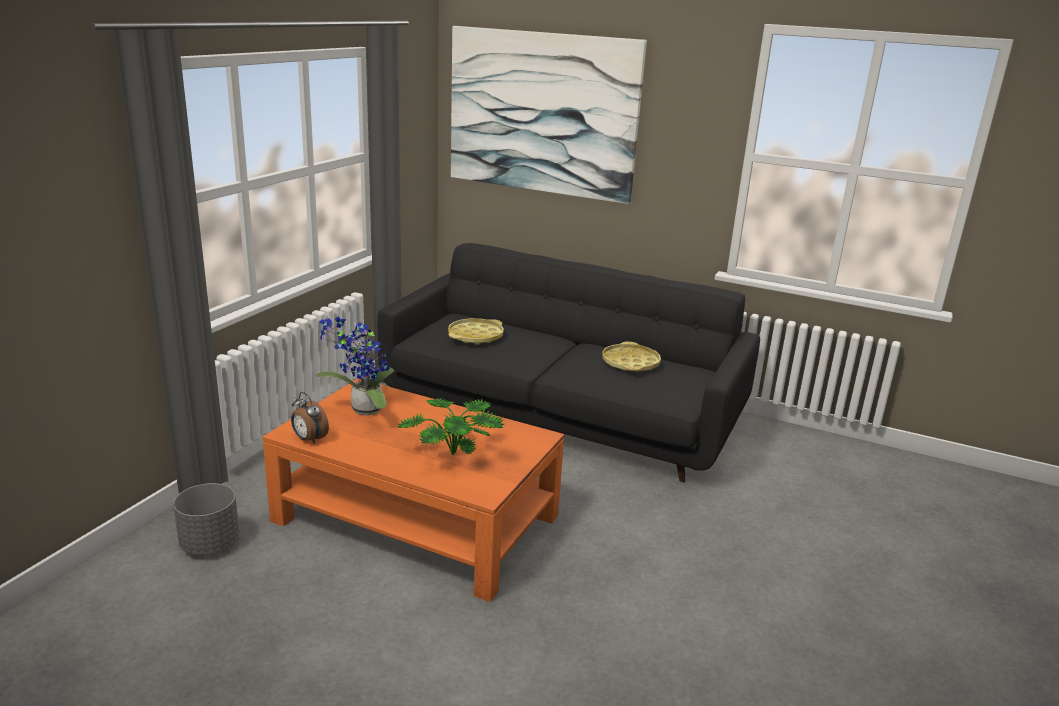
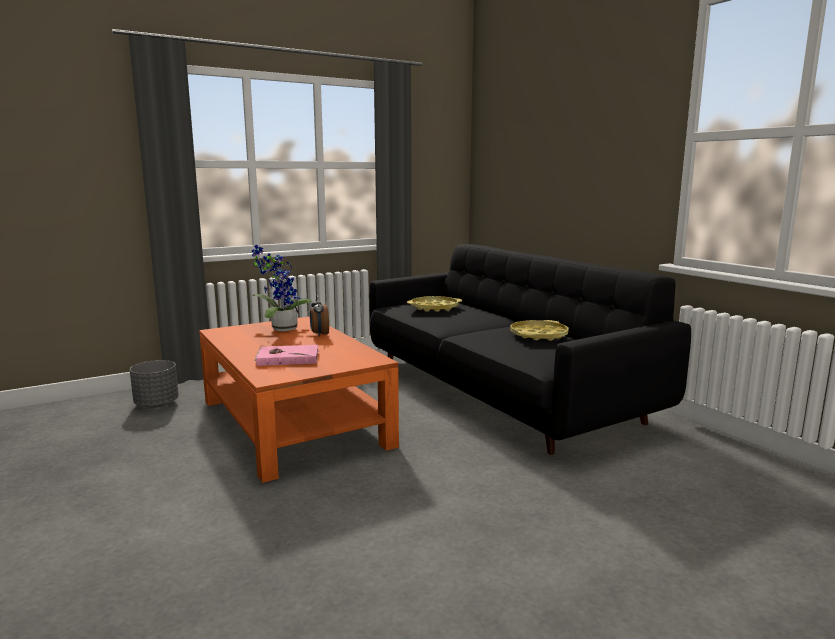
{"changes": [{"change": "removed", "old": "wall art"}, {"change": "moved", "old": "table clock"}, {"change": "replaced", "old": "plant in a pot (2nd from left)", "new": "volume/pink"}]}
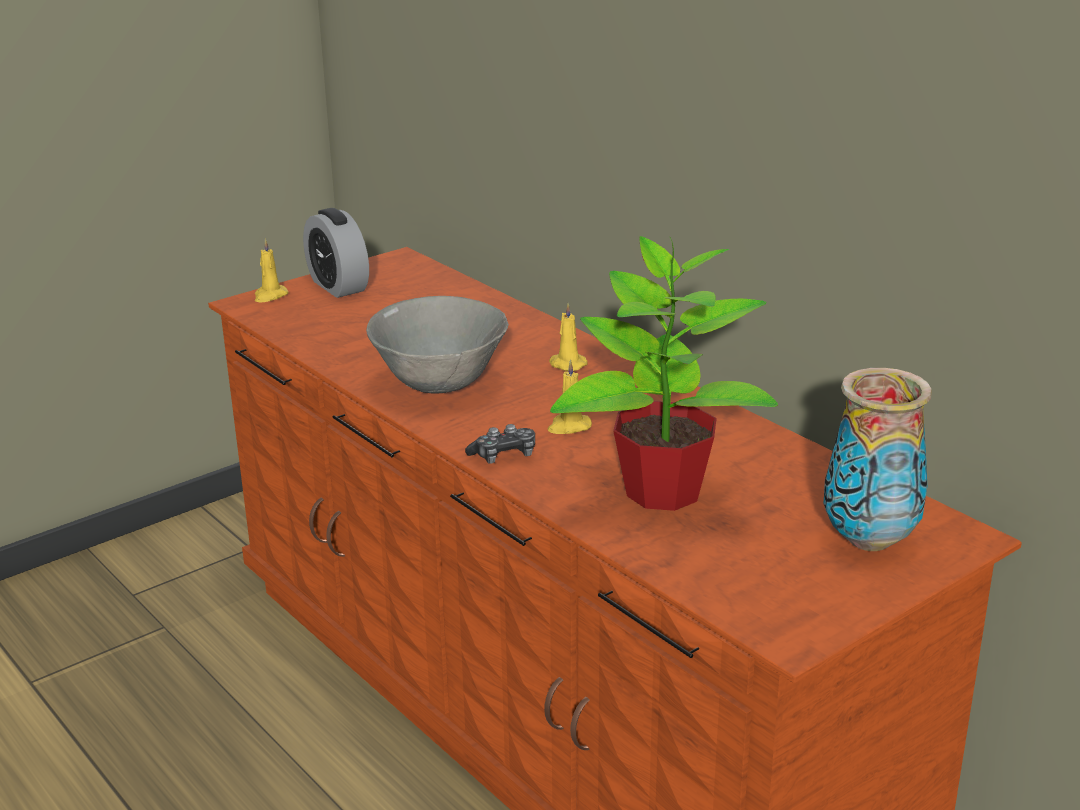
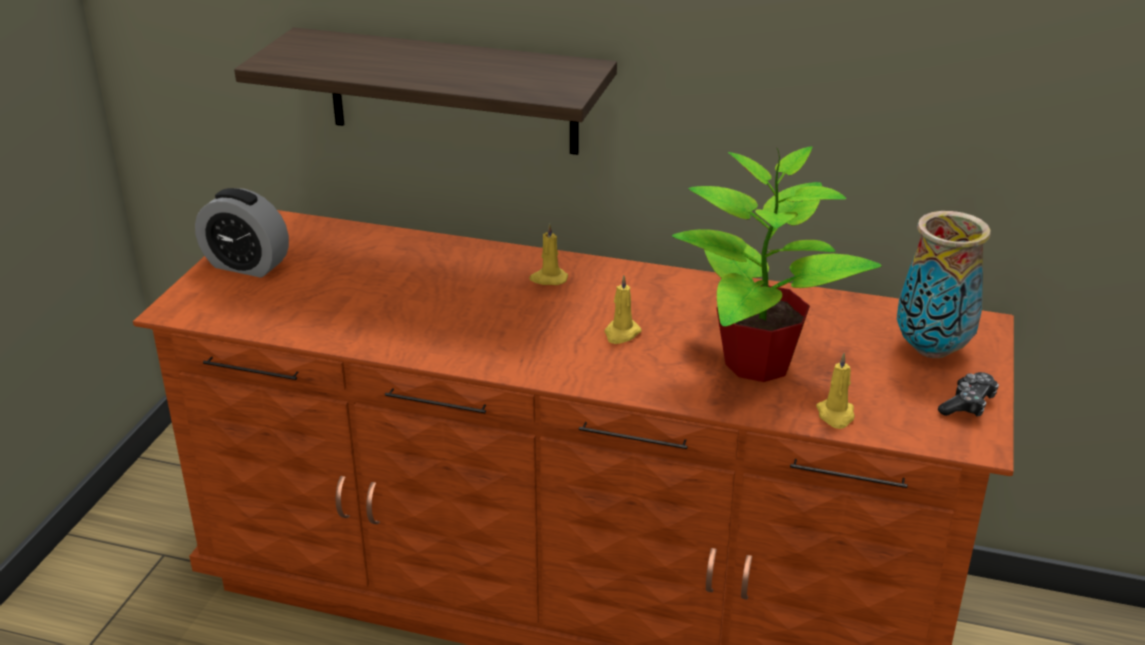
{"changes": [{"change": "removed", "old": "bowl/greyish"}, {"change": "added", "new": "bracket shelf"}, {"change": "moved", "old": "wax light/yellow (1st from left in the first image)", "new": "wax light/yellow (3rd from left)"}, {"change": "moved", "old": "joypad"}]}
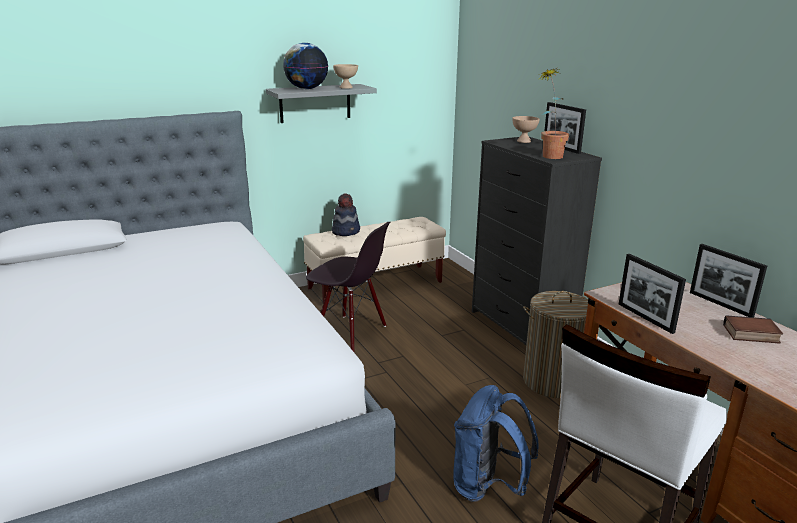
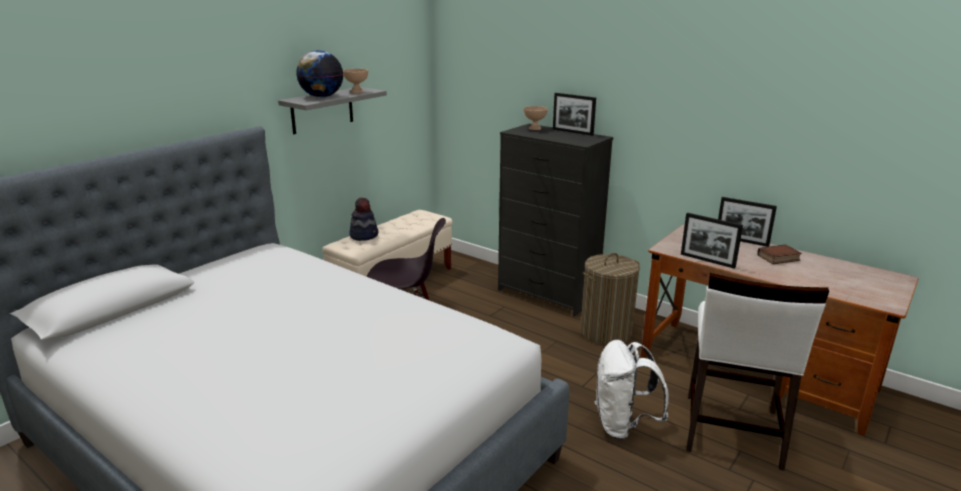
{"changes": [{"change": "removed", "old": "plant in a pot"}, {"change": "recoloured", "old": "knapsack/bluish", "new": "knapsack/white-coloured"}]}
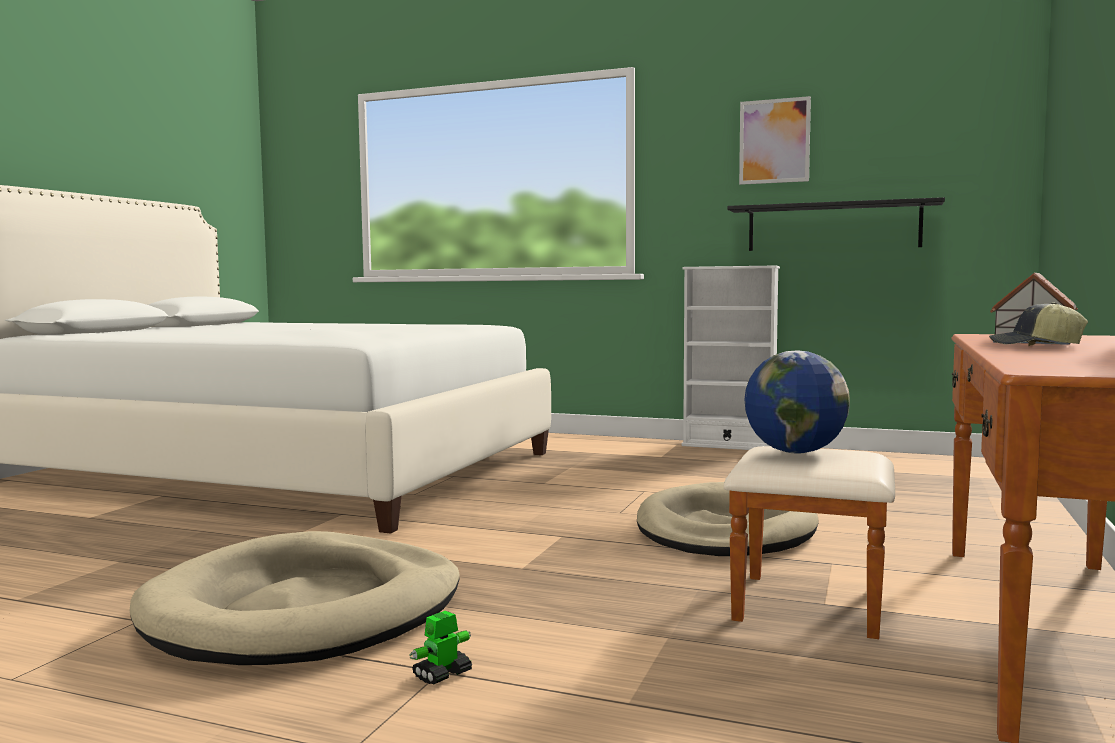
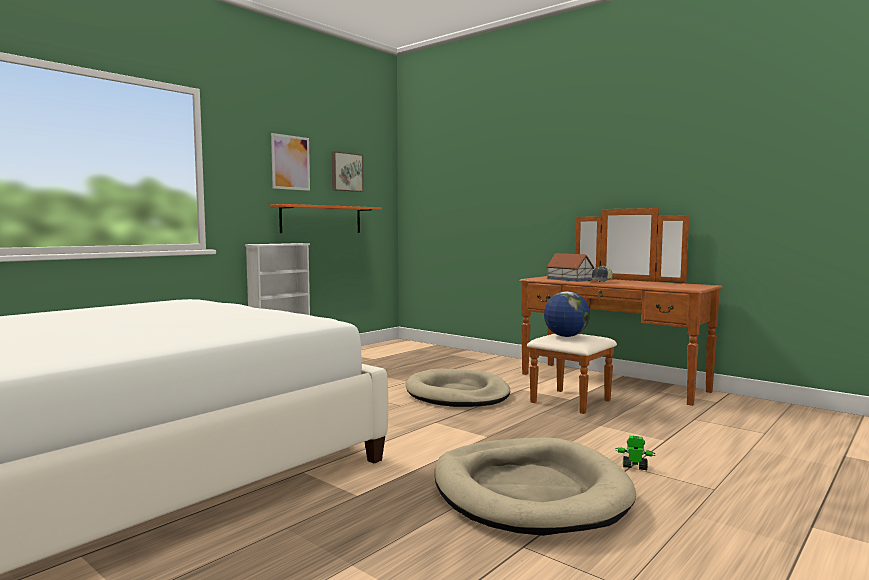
{"changes": [{"change": "added", "new": "wall art (2nd from left)"}, {"change": "recoloured", "old": "bracket shelf/black-coloured", "new": "bracket shelf/orange-coloured"}, {"change": "turned", "old": "robot figure", "degrees": 135}]}
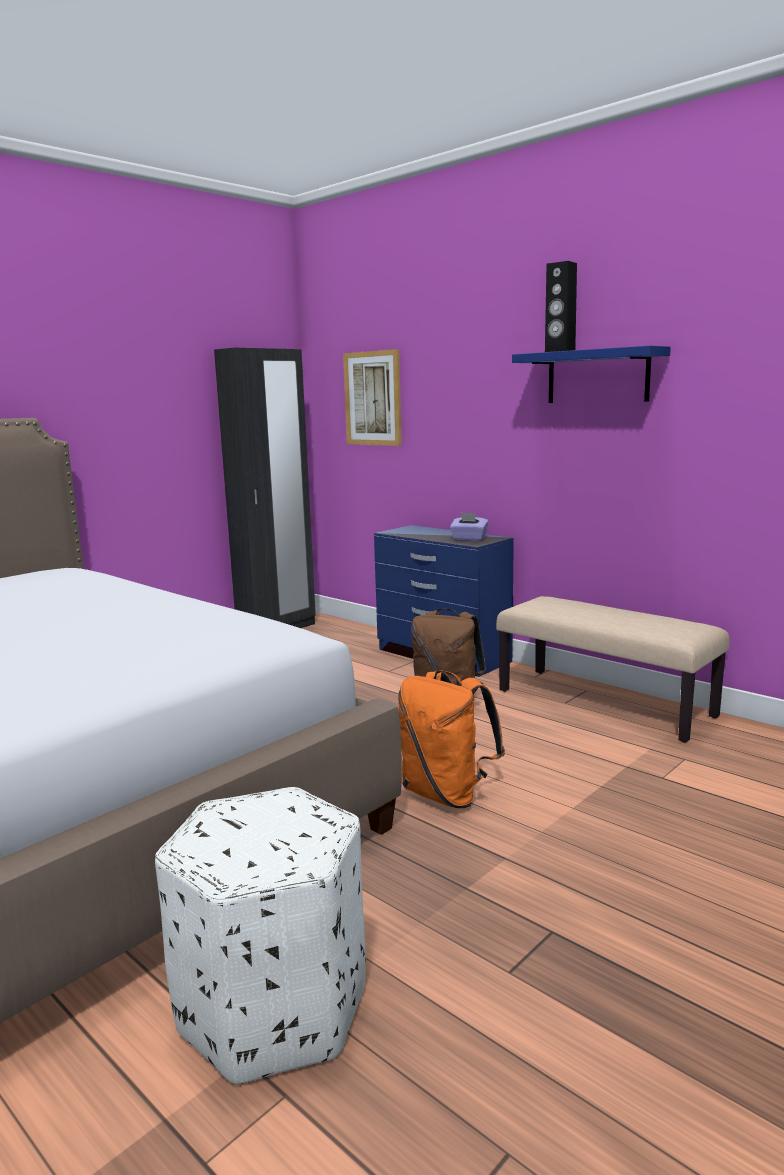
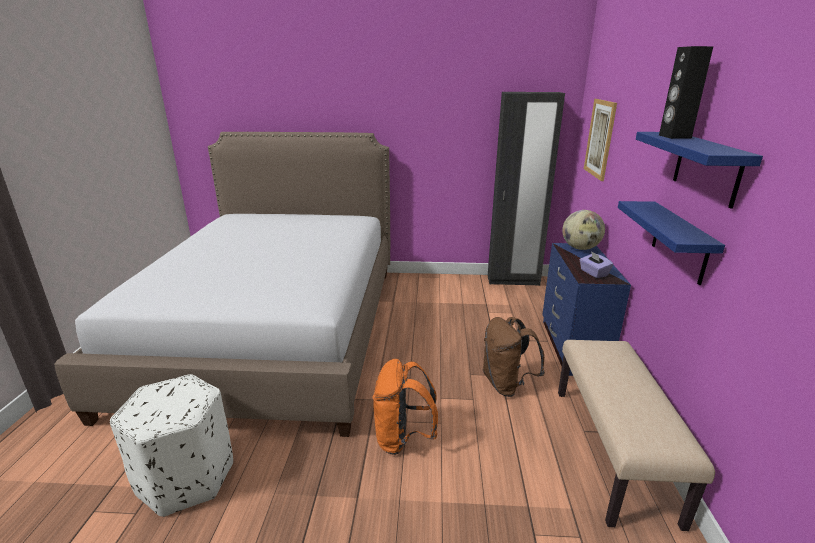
{"changes": [{"change": "added", "new": "world globe"}, {"change": "added", "new": "bracket shelf/bluish (1st from left)"}]}
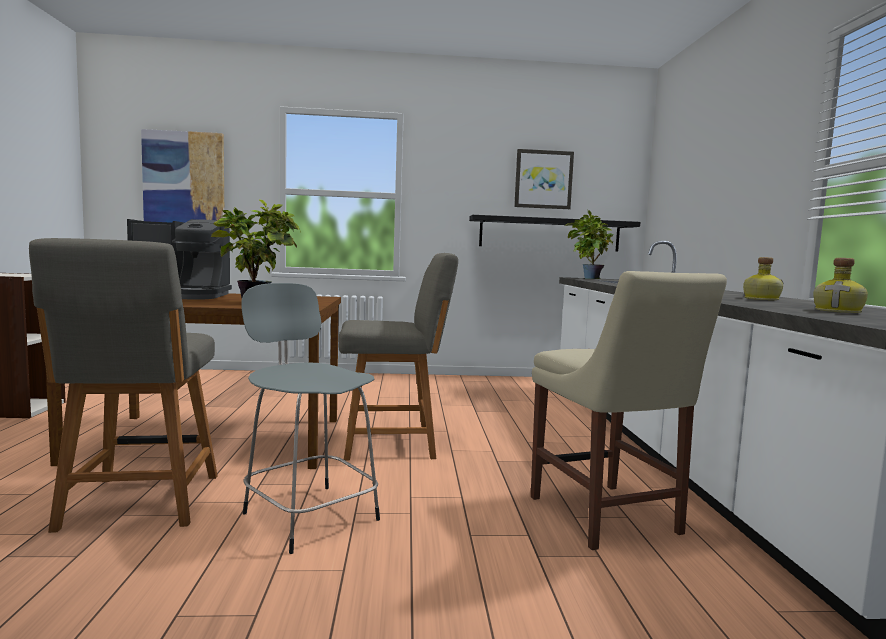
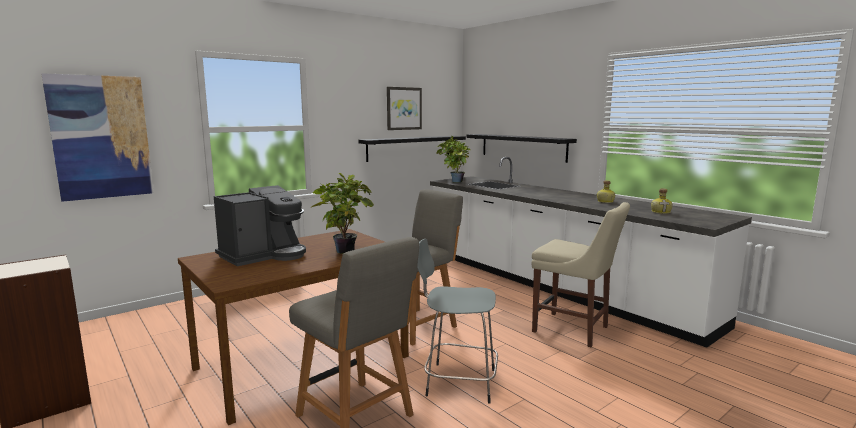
{"changes": [{"change": "added", "new": "bracket shelf/black-coloured (2nd from left)"}]}
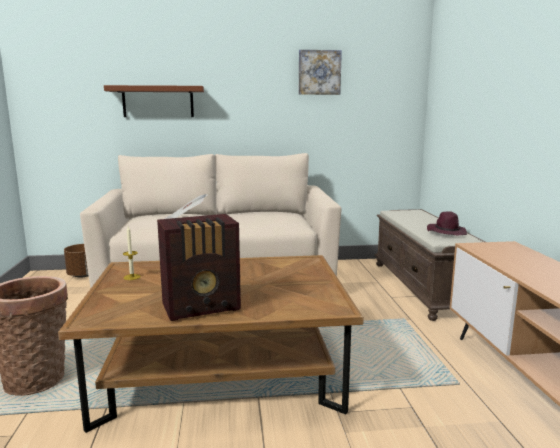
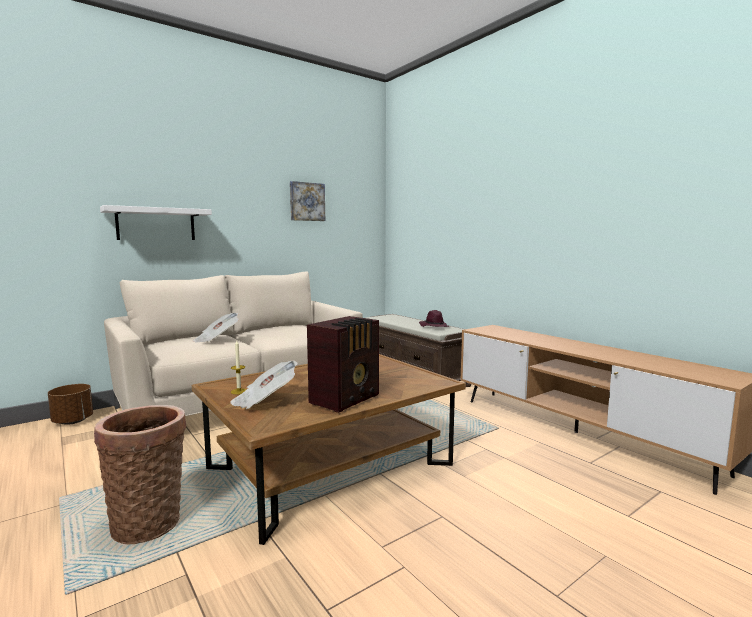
{"changes": [{"change": "added", "new": "printed paper (2nd from left)"}, {"change": "recoloured", "old": "bracket shelf/brown-coloured", "new": "bracket shelf/white-coloured"}]}
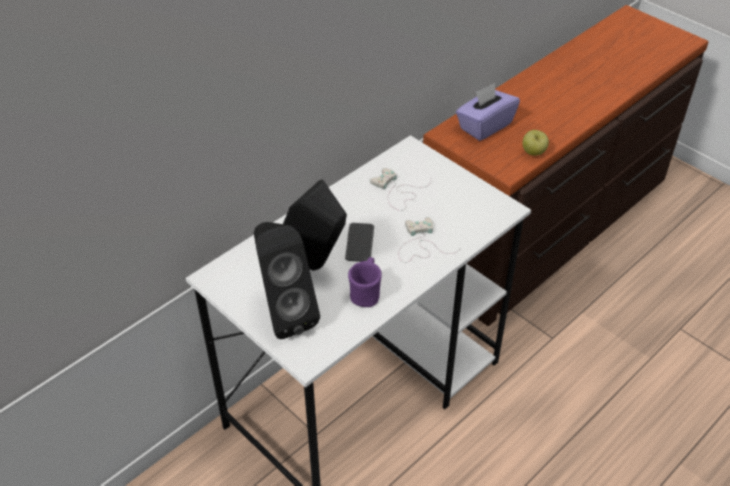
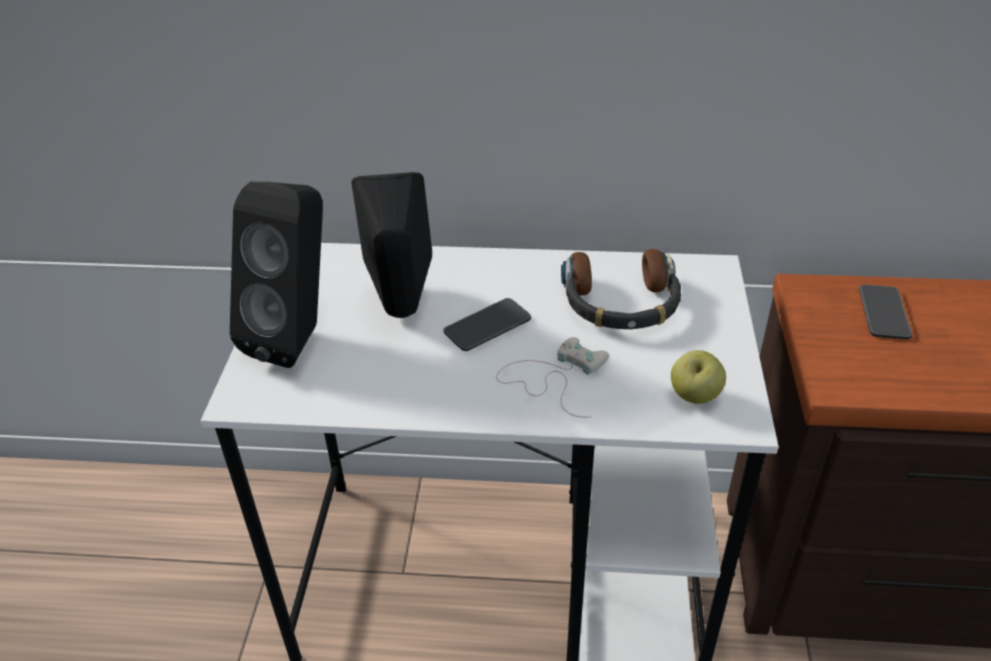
{"changes": [{"change": "removed", "old": "coffee mug/purple"}, {"change": "moved", "old": "apple fruit"}, {"change": "replaced", "old": "joypad/white-coloured (1st from left)", "new": "pair of headphones"}, {"change": "replaced", "old": "tissue box/purple", "new": "handset (2nd from left)"}]}
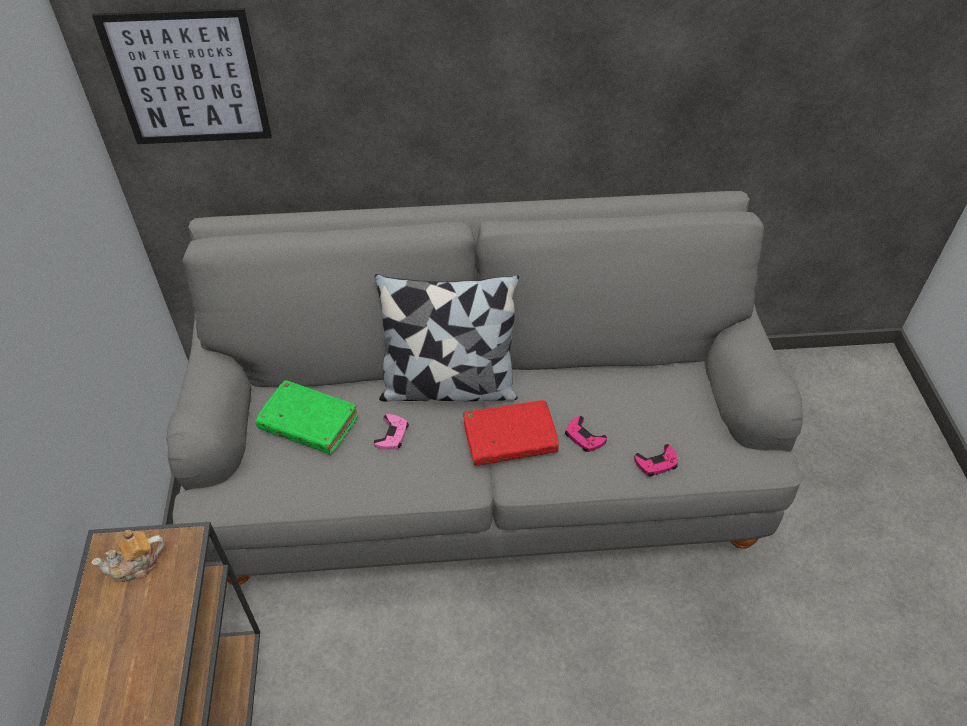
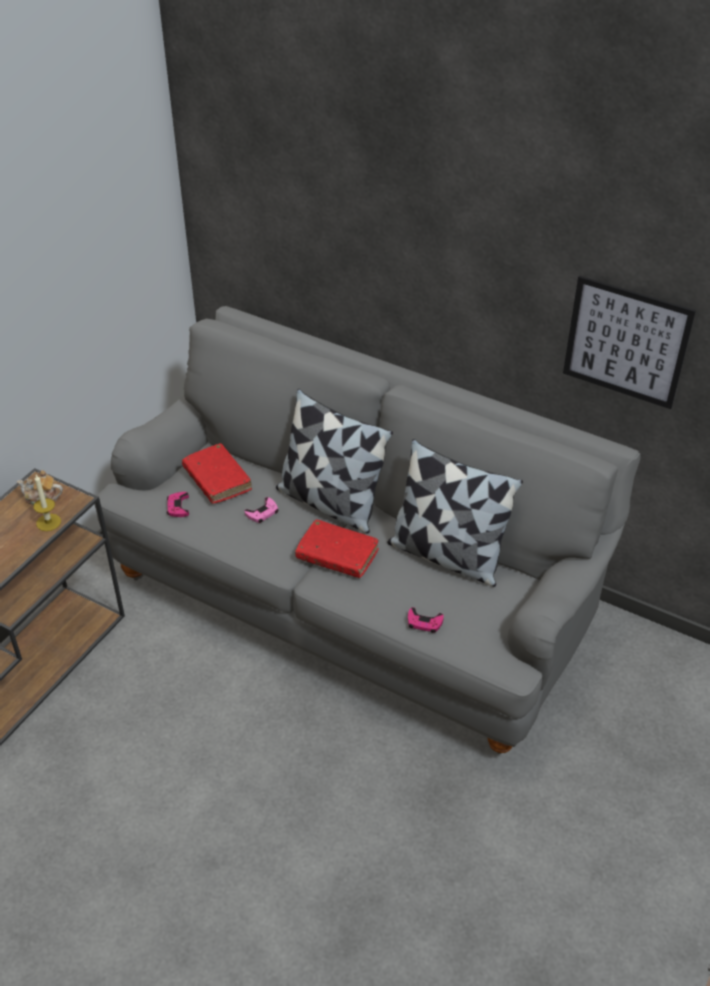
{"changes": [{"change": "added", "new": "wax light"}, {"change": "added", "new": "cushion (2nd from left)"}, {"change": "moved", "old": "wall art"}, {"change": "moved", "old": "joypad/pink (2nd from left in the first image)", "new": "joypad/pink (1st from left)"}, {"change": "recoloured", "old": "volume/green-coloured", "new": "volume/reddish (1st from left)"}]}
